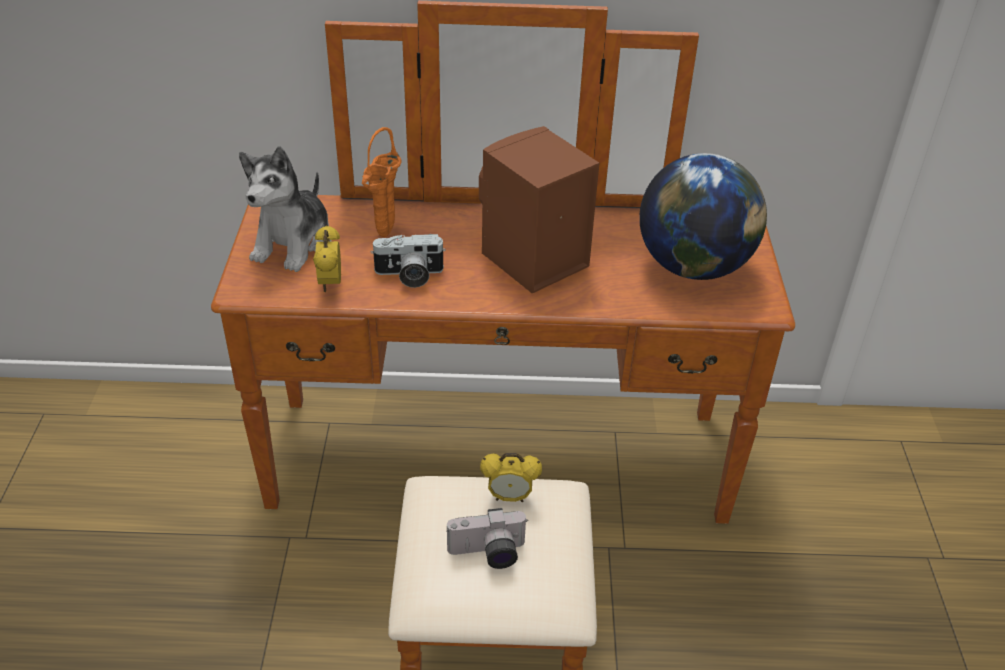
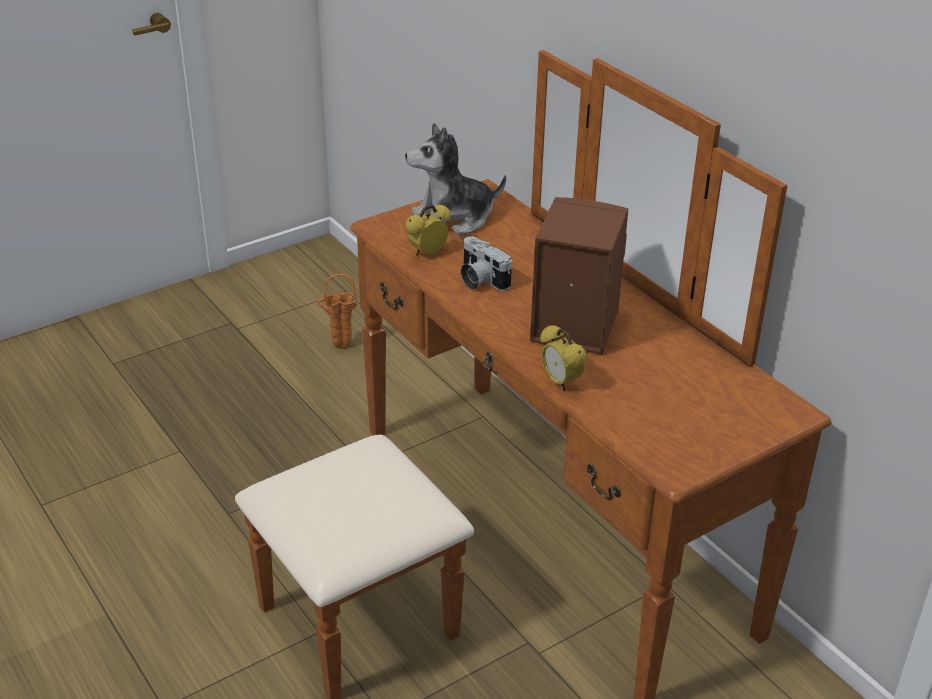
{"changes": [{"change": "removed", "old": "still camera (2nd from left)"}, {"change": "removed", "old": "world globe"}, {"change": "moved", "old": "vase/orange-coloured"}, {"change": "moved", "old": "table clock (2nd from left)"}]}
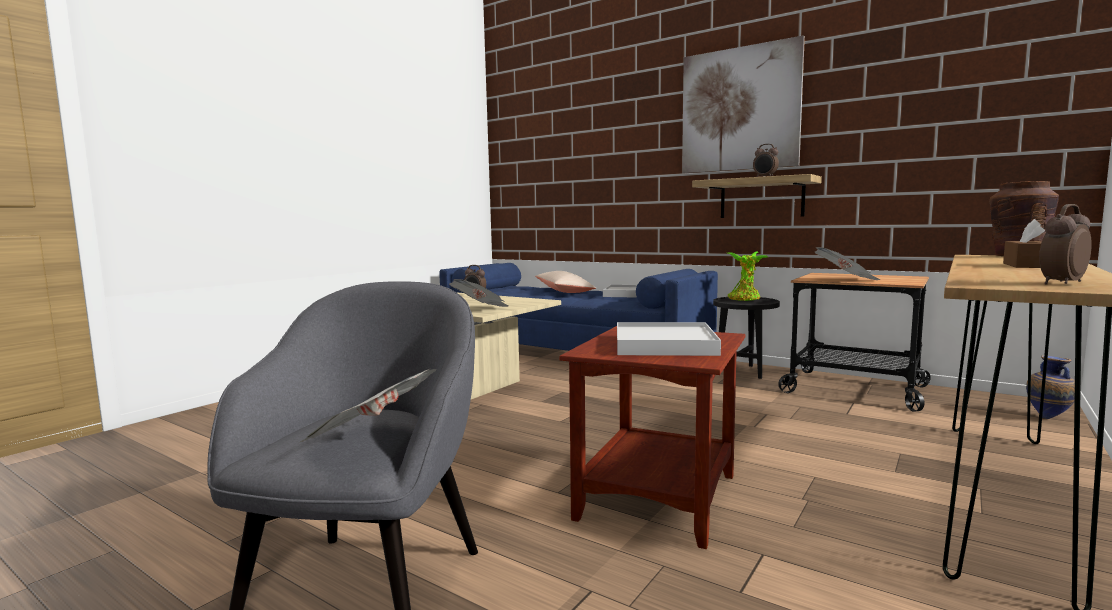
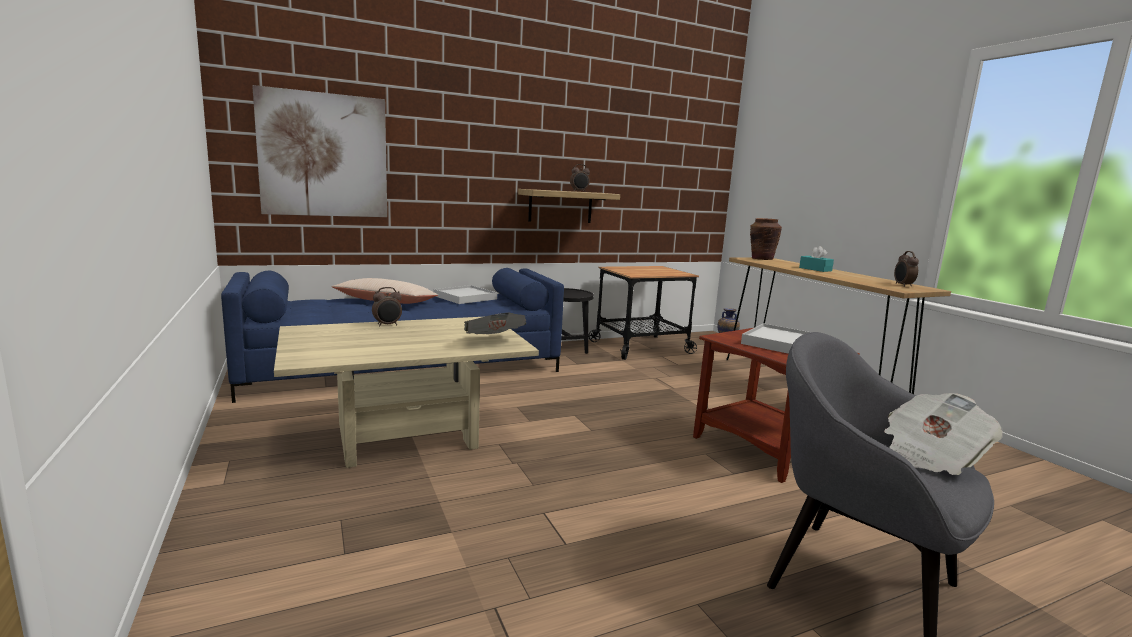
{"changes": [{"change": "removed", "old": "plant in a pot"}, {"change": "removed", "old": "printed paper (3rd from left)"}, {"change": "moved", "old": "wall art"}, {"change": "recoloured", "old": "tissue box/brown-coloured", "new": "tissue box/turquoise-coloured"}]}
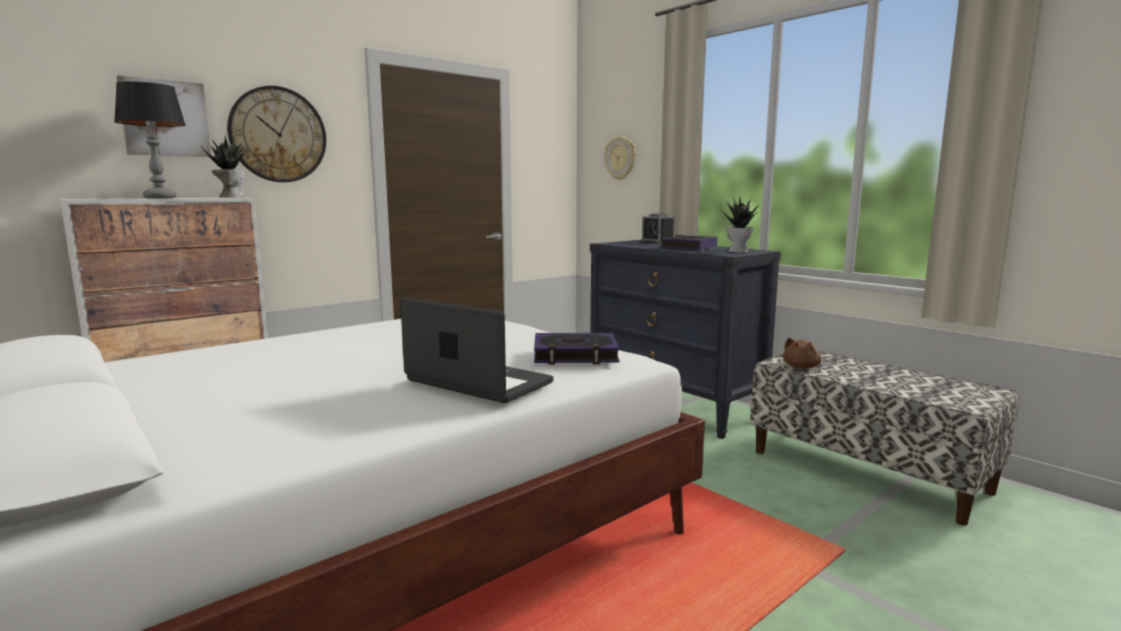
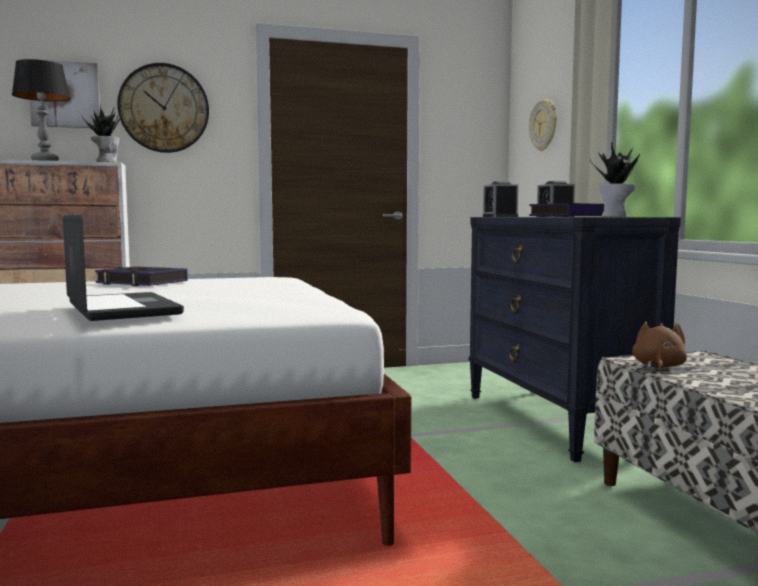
{"changes": [{"change": "added", "new": "table clock (1st from left)"}, {"change": "moved", "old": "volume (1st from left)"}, {"change": "turned", "old": "cuddly toy/brown-coloured", "degrees": 135}]}
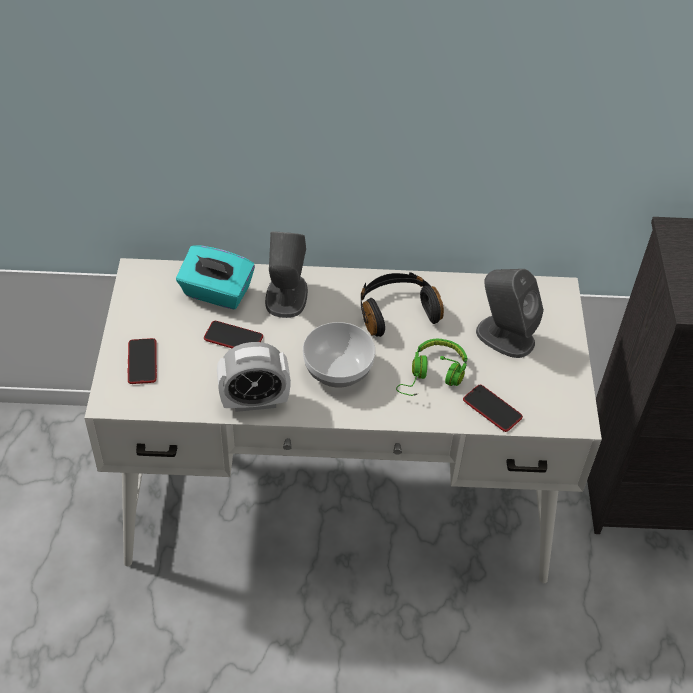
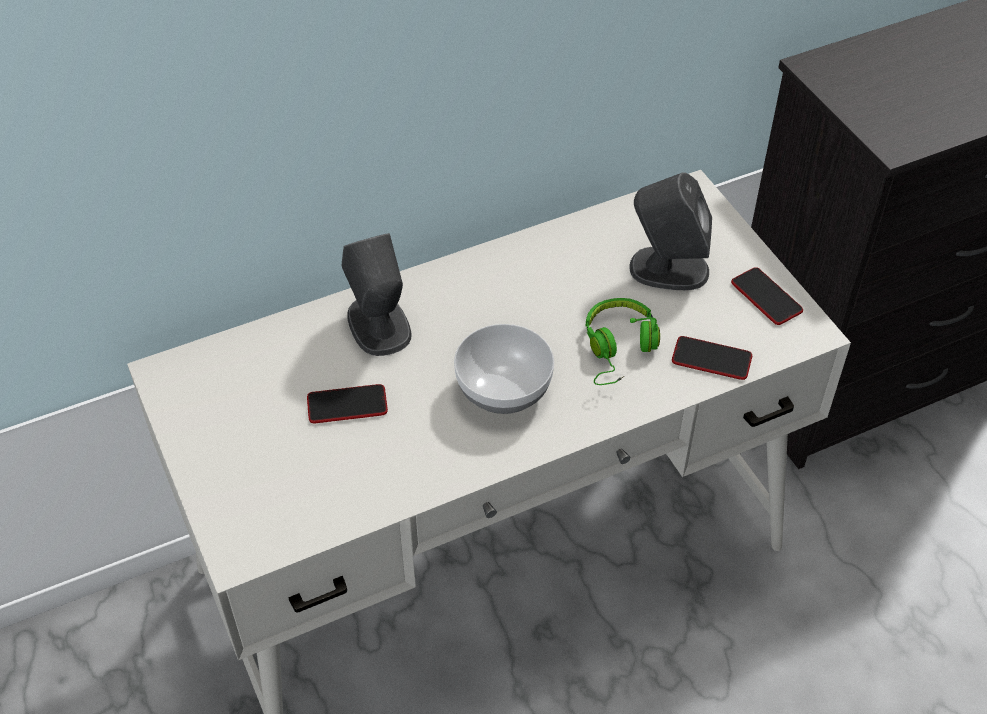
{"changes": [{"change": "removed", "old": "tissue box/turquoise-coloured"}, {"change": "removed", "old": "table clock"}, {"change": "removed", "old": "pair of headphones/black-coloured"}, {"change": "moved", "old": "handset (1st from left in the first image)", "new": "handset (3rd from left)"}]}
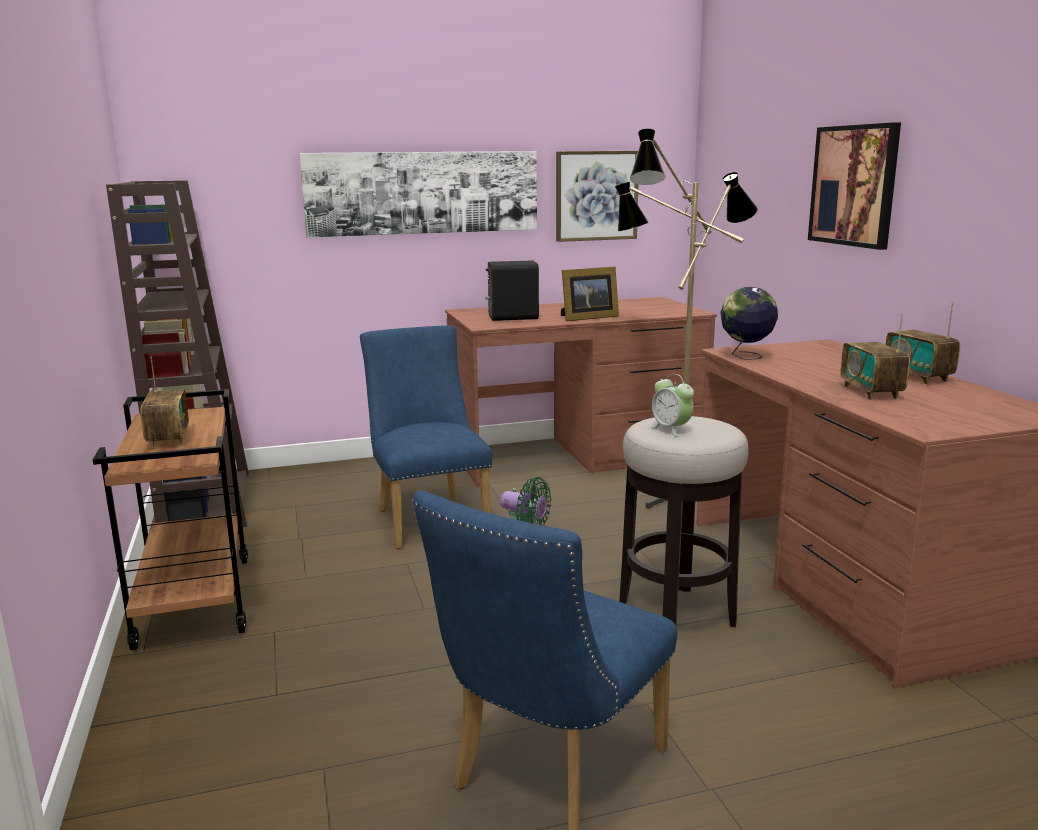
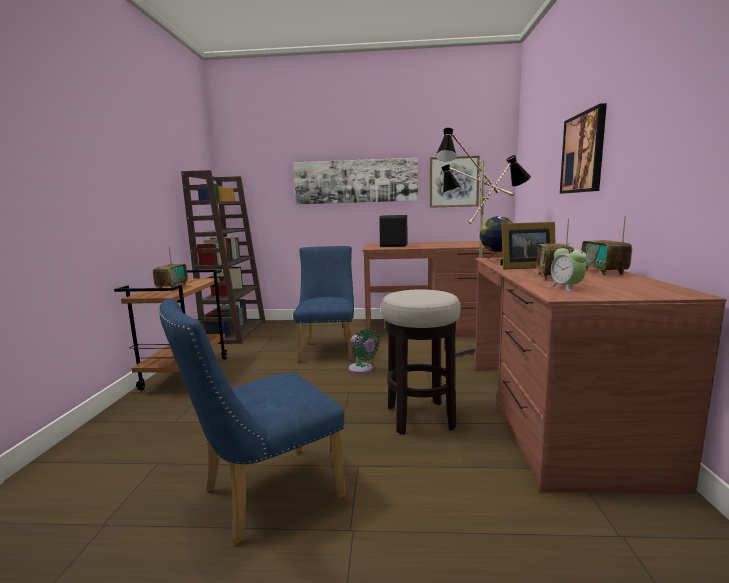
{"changes": [{"change": "moved", "old": "photo frame"}, {"change": "moved", "old": "table clock"}]}
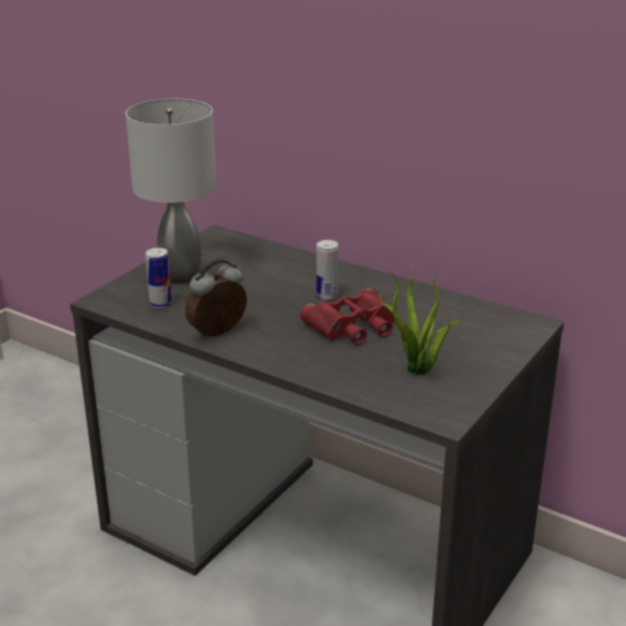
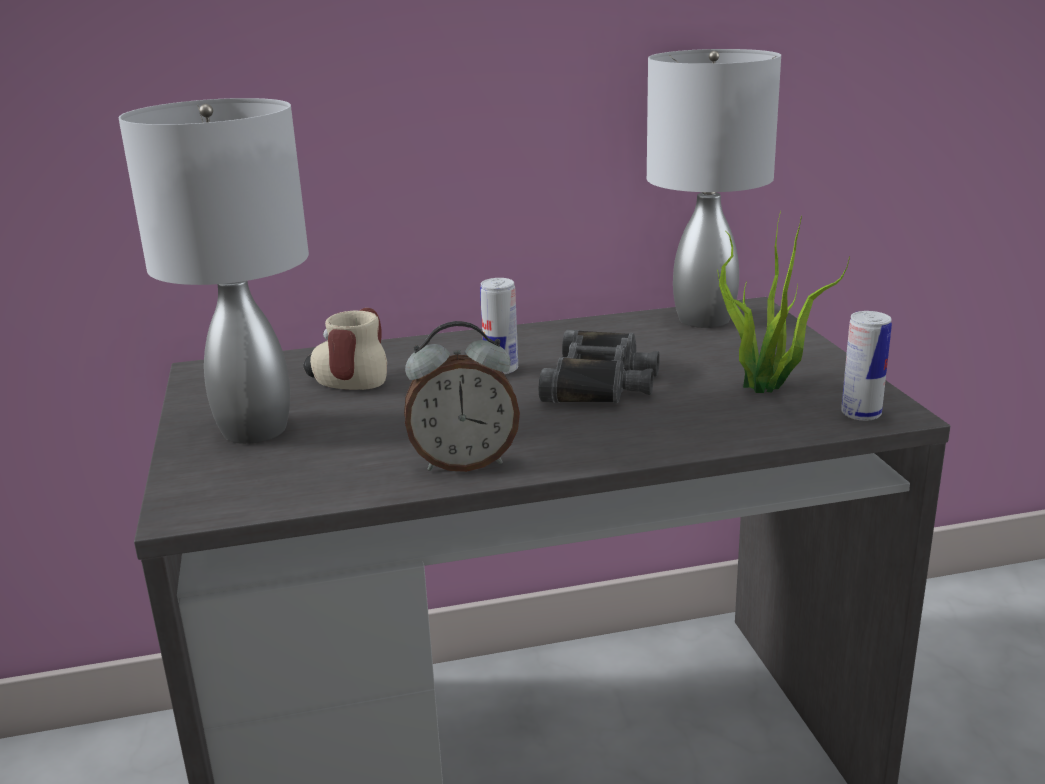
{"changes": [{"change": "added", "new": "coffee mug"}, {"change": "added", "new": "table lamp/greyish (2nd from left)"}, {"change": "moved", "old": "sealed can (1st from left in the first image)", "new": "sealed can (2nd from left)"}, {"change": "recoloured", "old": "pair of binoculars/reddish", "new": "pair of binoculars/black-coloured"}, {"change": "turned", "old": "table clock", "degrees": -105}]}
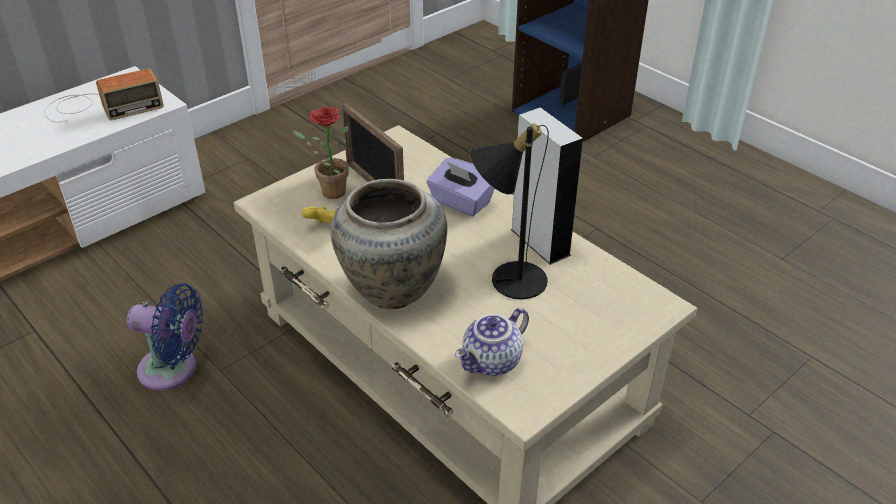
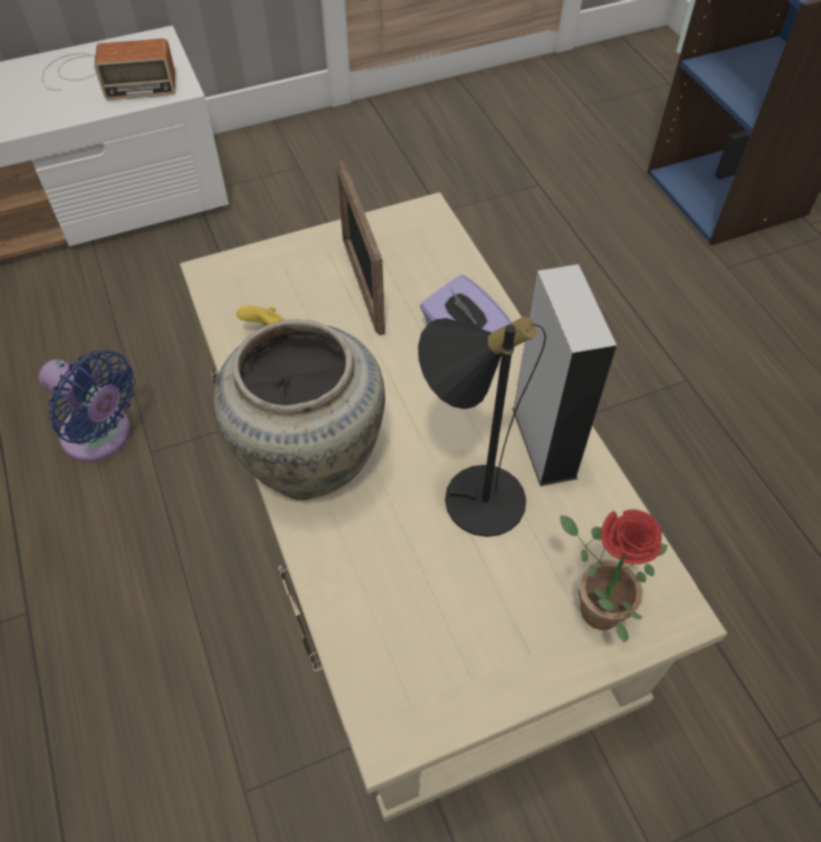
{"changes": [{"change": "removed", "old": "teapot"}, {"change": "moved", "old": "plant in a pot"}]}
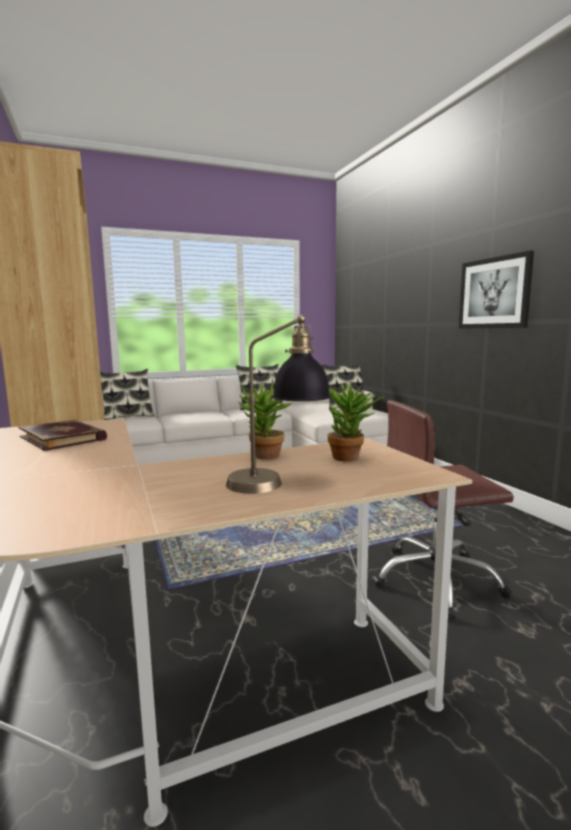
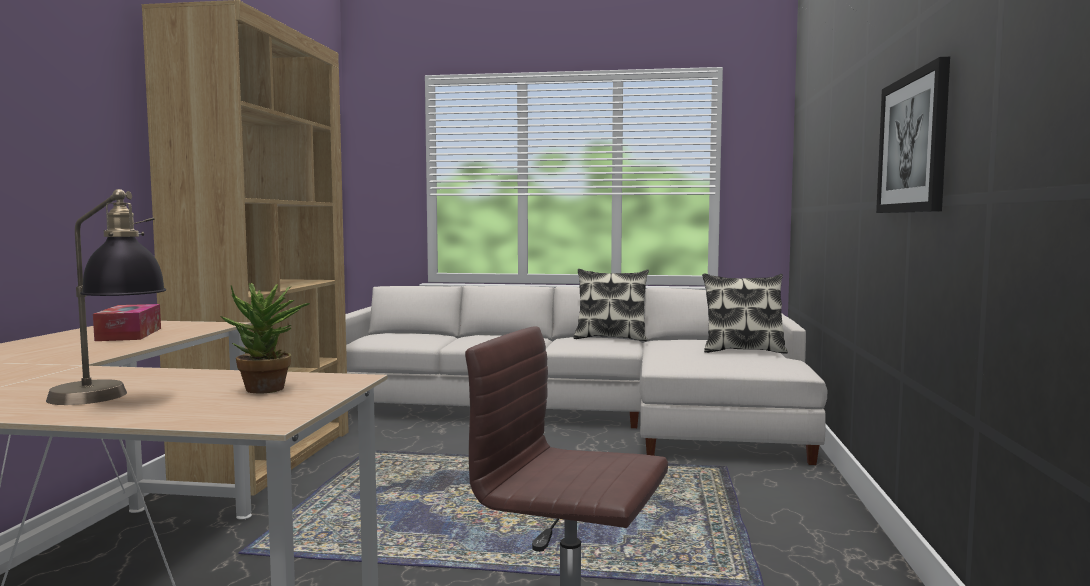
{"changes": [{"change": "removed", "old": "cushion (1st from left)"}, {"change": "removed", "old": "plant in a pot (1st from left)"}, {"change": "replaced", "old": "volume", "new": "tissue box"}]}
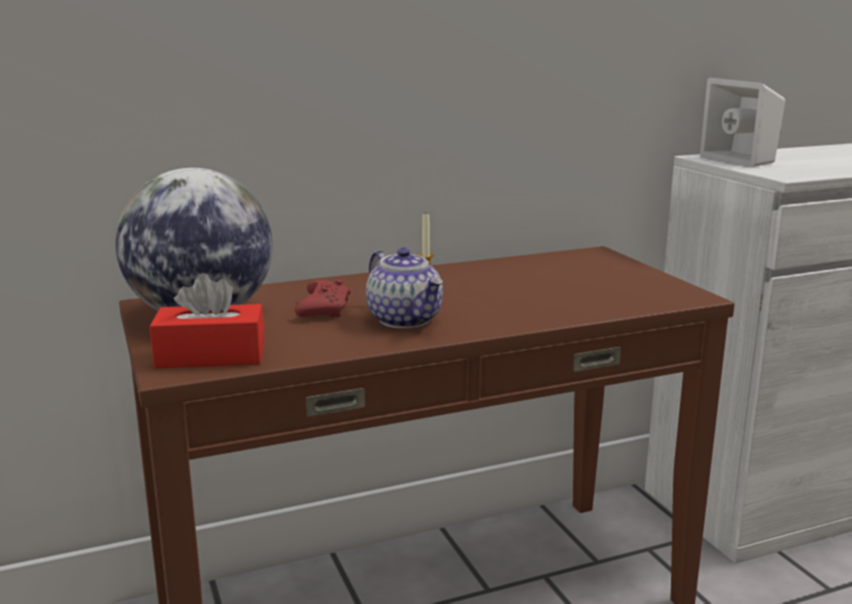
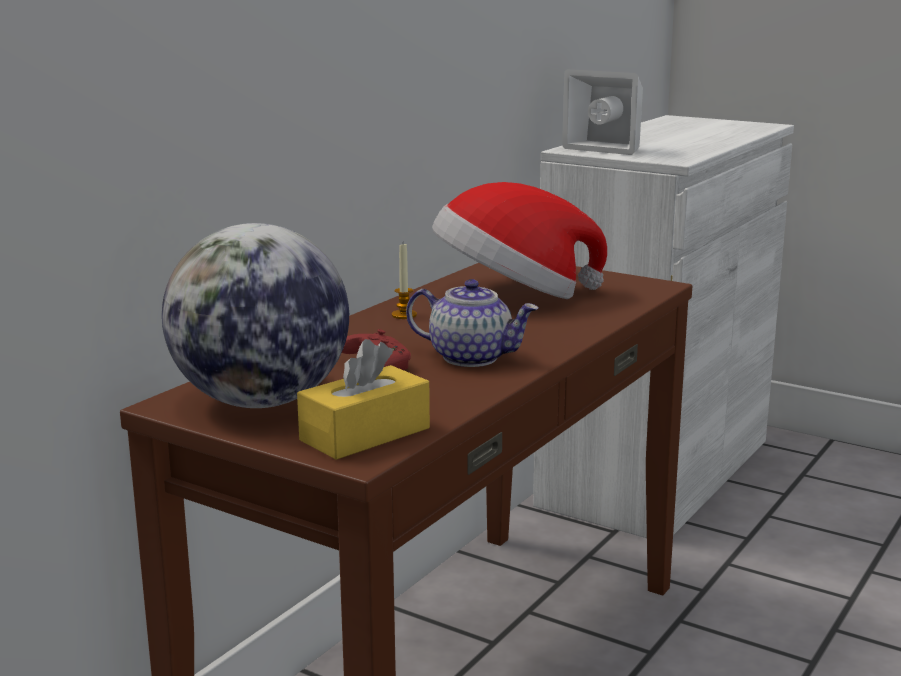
{"changes": [{"change": "added", "new": "hat"}, {"change": "recoloured", "old": "tissue box/reddish", "new": "tissue box/yellow"}]}
